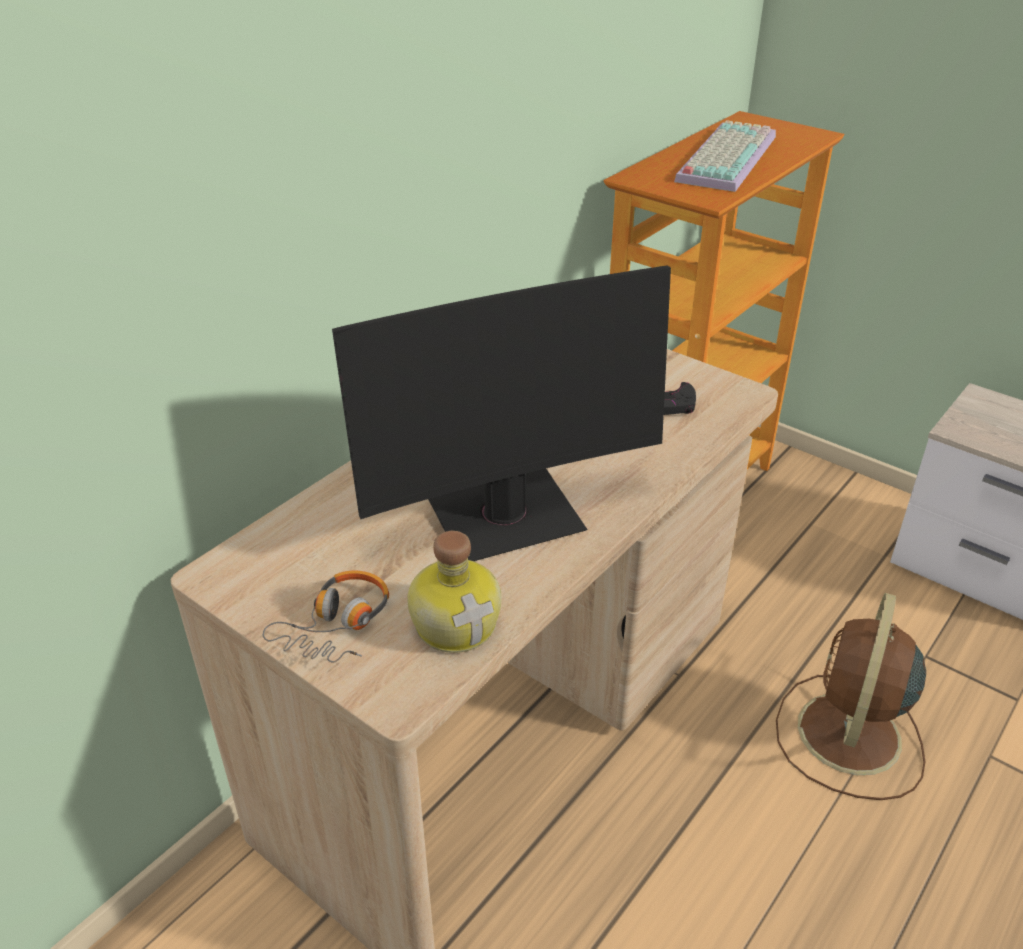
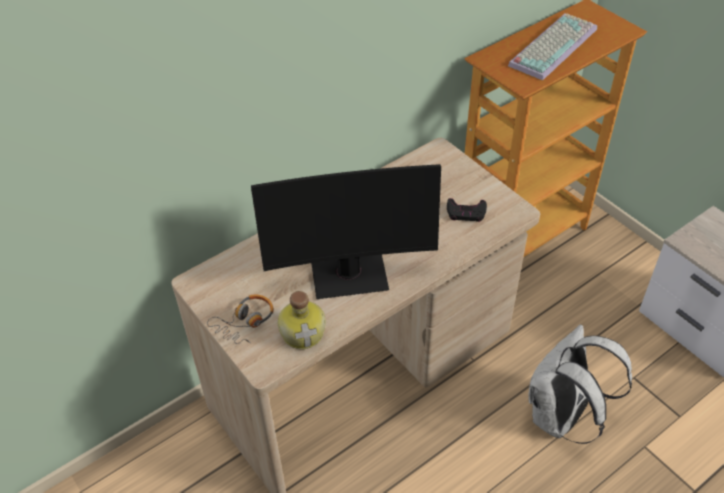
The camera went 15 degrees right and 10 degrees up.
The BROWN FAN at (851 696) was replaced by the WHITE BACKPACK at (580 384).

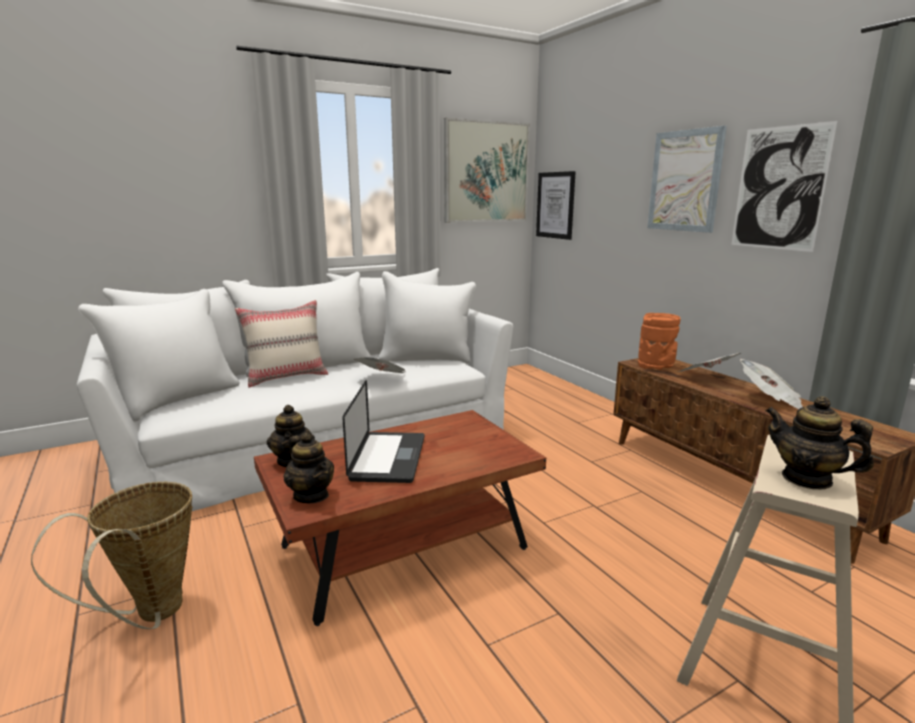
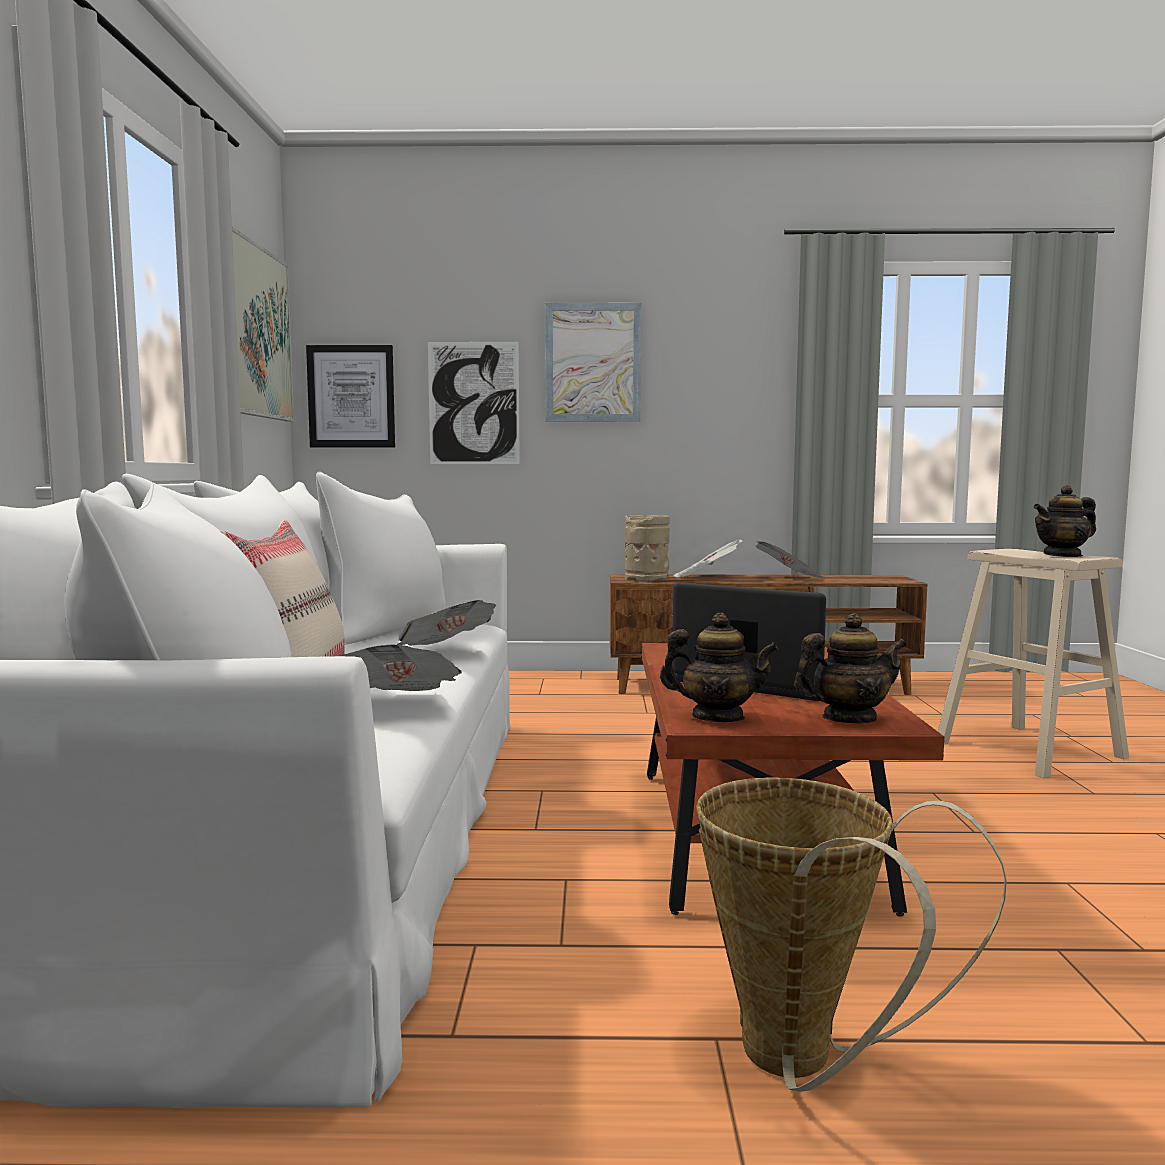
The camera went 60 degrees left and 10 degrees down.
The NEWSPAPER at (401 668) appeared.
The PICTURE moved from (784 186) to (474 403).
The ORANGE VASE at (659 341) became the BEIGE VASE at (647 548).

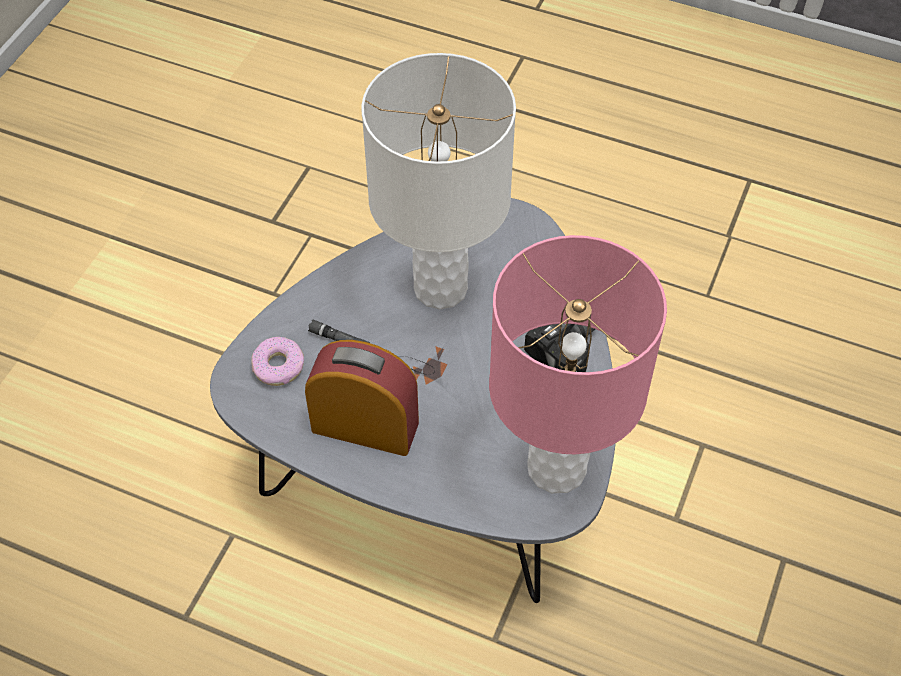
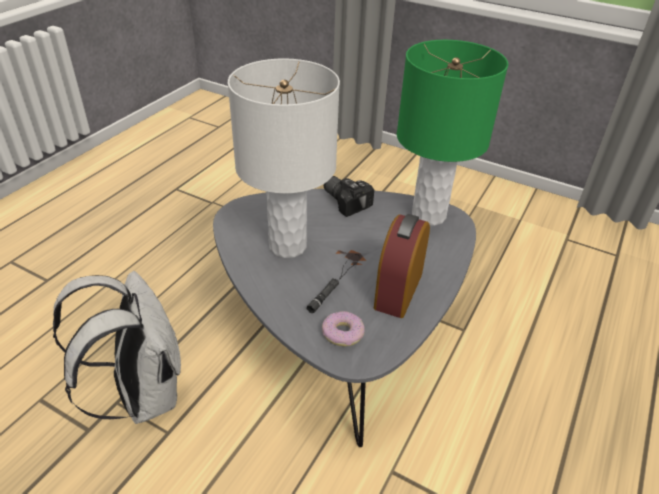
The camera went 85 degrees left and 15 degrees down.
The WHITE BACKPACK at (117 347) appeared.
The PINK TABLE LAMP at (578 364) became the GREEN TABLE LAMP at (452 133).

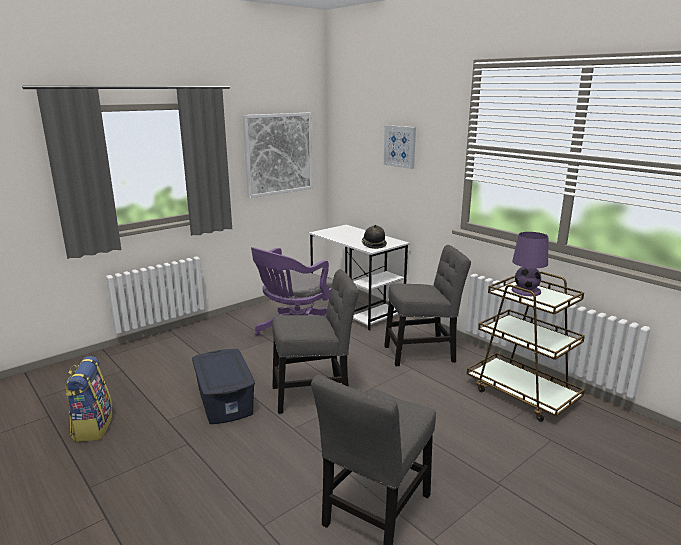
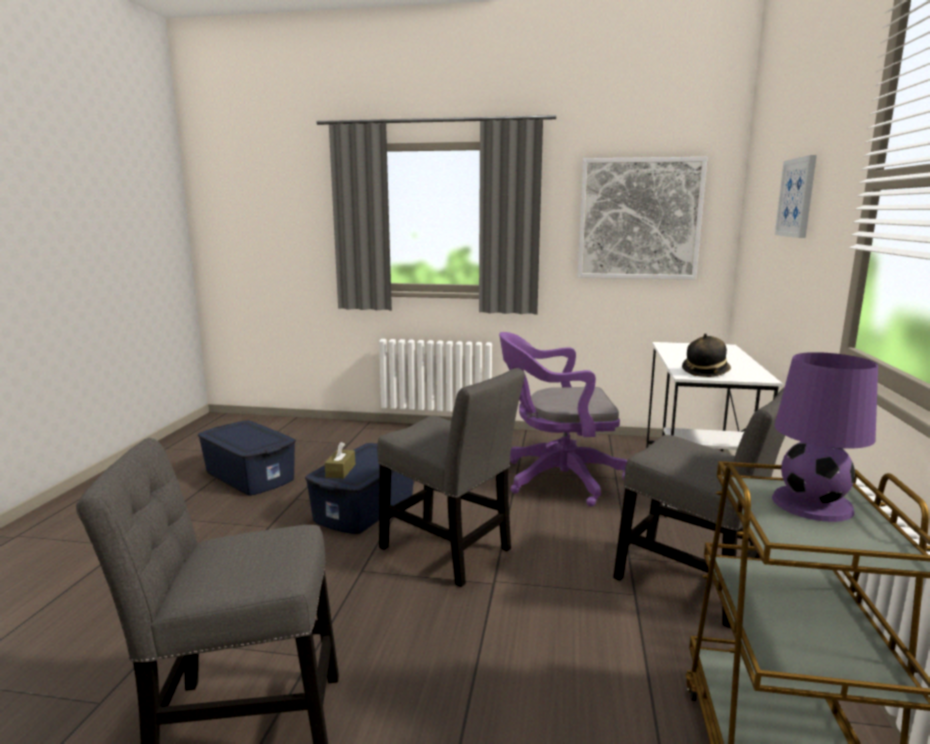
The camera went 50 degrees right and 5 degrees down.
The BACKPACK at (89 399) was replaced by the BLUE STORAGE BOX at (247 458).
The BROWN TISSUE BOX at (340 460) appeared.

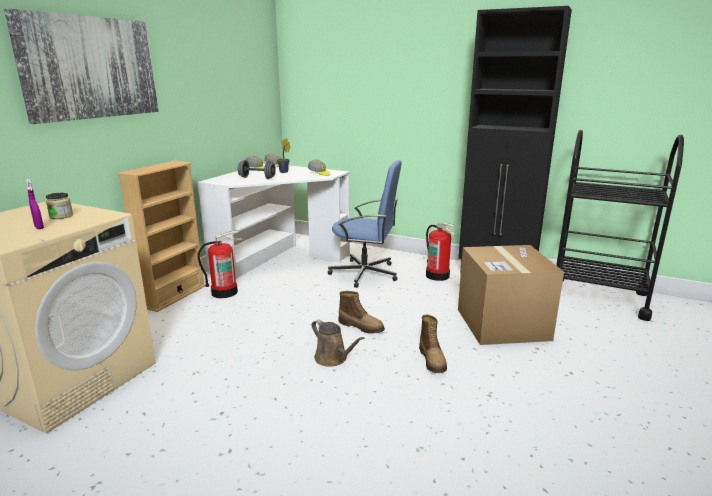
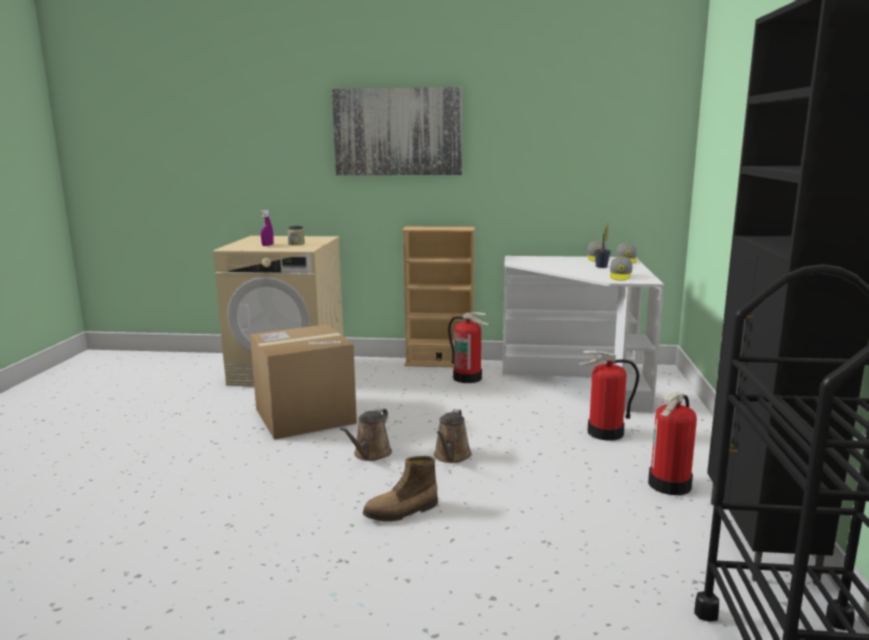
The camera went 70 degrees right and 5 degrees down.
The CARDBOARD BOX moved from (511 295) to (303 382).
The BOOT at (362 312) was replaced by the BROWN WATERING CAN at (453 436).
The BLUE OFFICE CHAIR at (365 224) was replaced by the FIRE EXTINGUISHER at (608 396).
The GREY DUMBBELL at (257 169) disappeared.

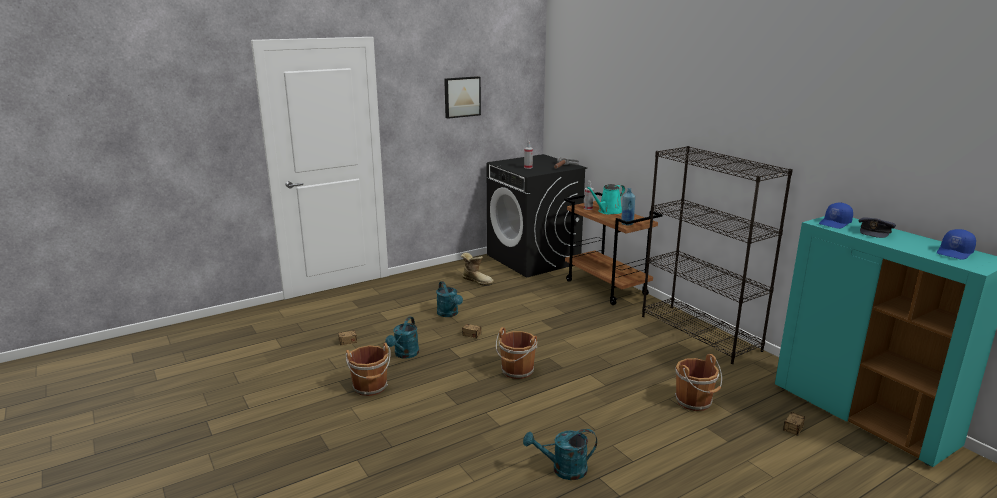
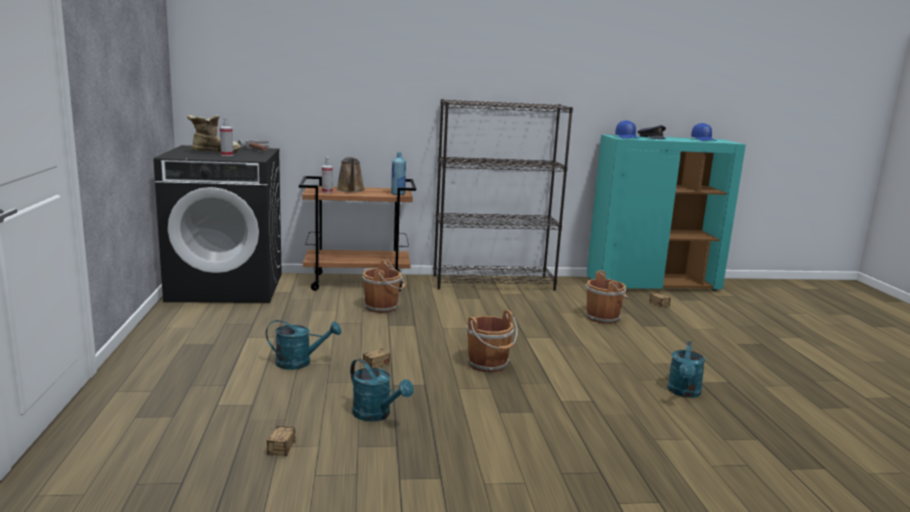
The camera went 65 degrees left and 5 degrees down.
The BOOT moved from (477 269) to (214 133).
The TURQUOISE WATERING CAN at (605 199) became the BROWN WATERING CAN at (350 174).
The BROWN BUCKET moved from (368 369) to (383 286).
The PICTURE at (462 97) disappeared.

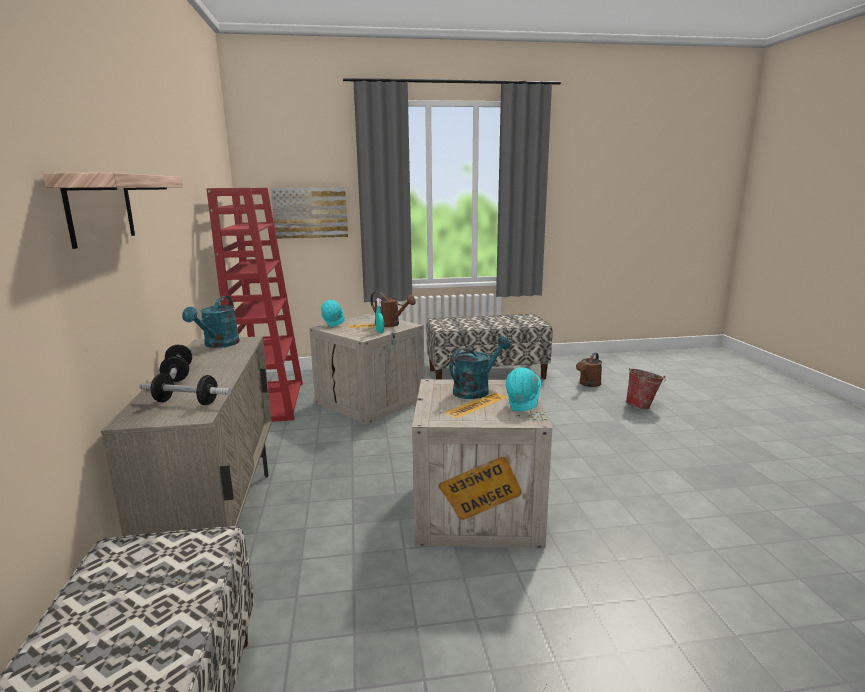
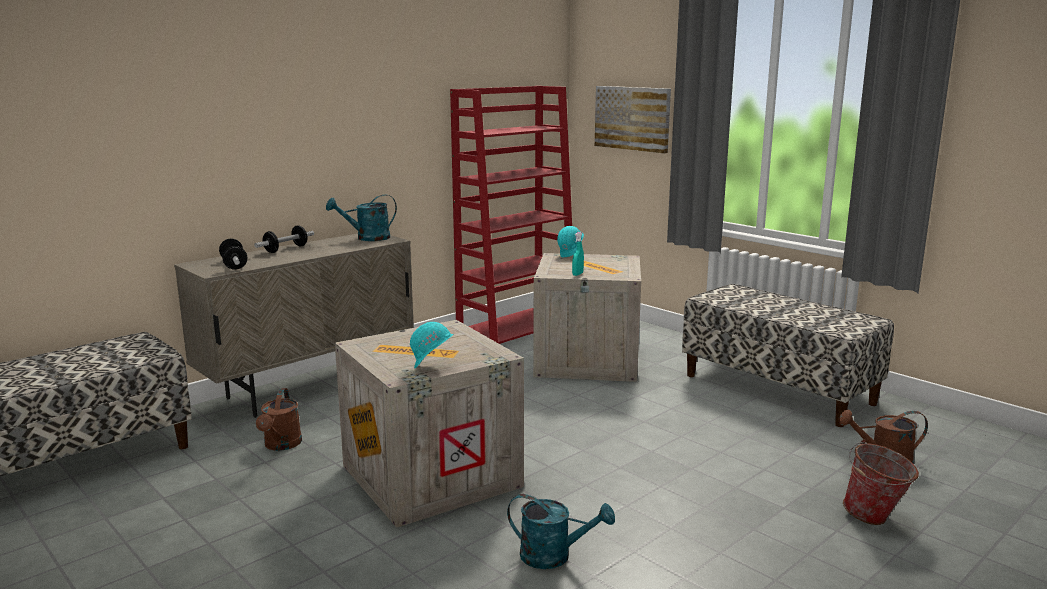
The camera went 55 degrees right and 0 degrees up.
The BROWN WATERING CAN moved from (393 309) to (279 419).
The TURQUOISE WATERING CAN moved from (480 367) to (561 531).
The SHELF at (113 210) disappeared.

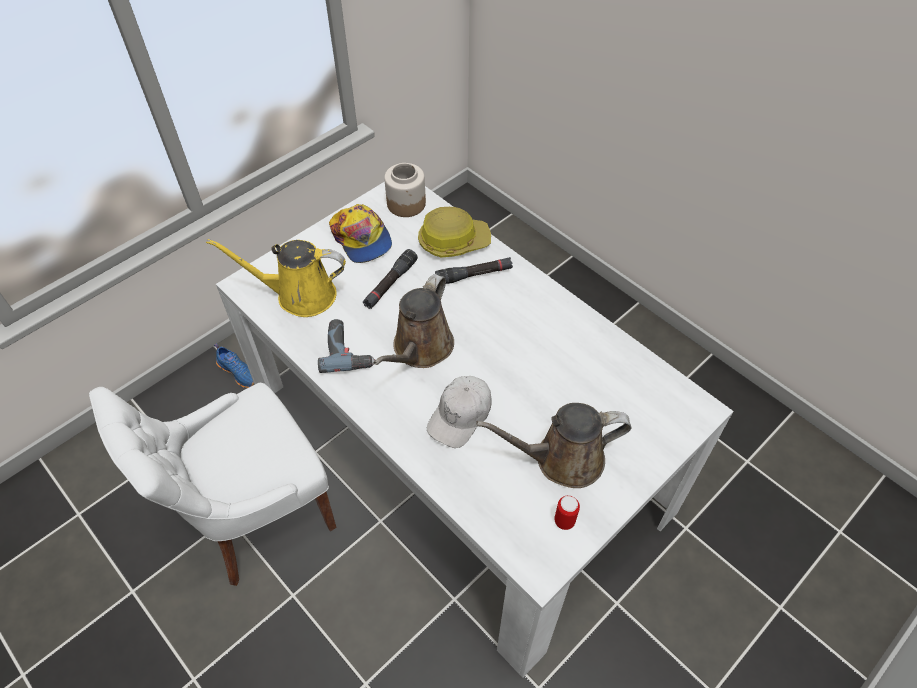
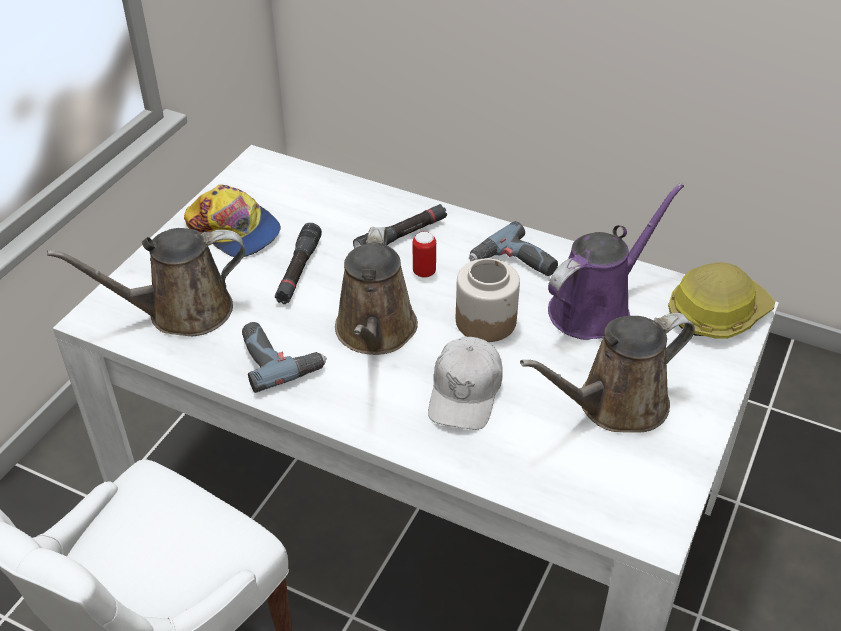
The camera went 20 degrees left and 10 degrees down.
The YELLOW WATERING CAN at (276 278) became the BROWN WATERING CAN at (146 282).
The CAN moved from (567 512) to (424 255).
The JAR moved from (405 190) to (488 300).
The POWER DRILL at (513 248) appeared.
The PURPLE WATERING CAN at (616 261) appeared.
The HARD HAT moved from (454 232) to (721 301).
The BLUE SHOE at (234 366) disappeared.

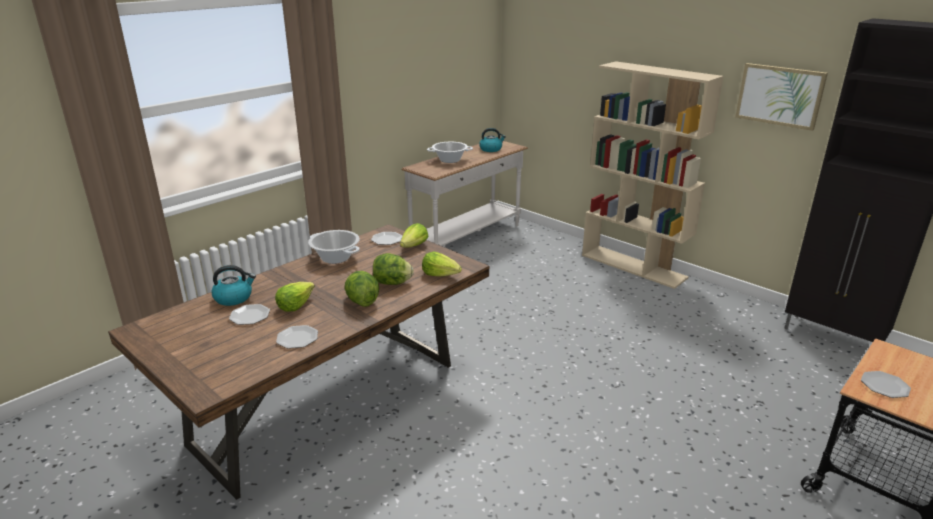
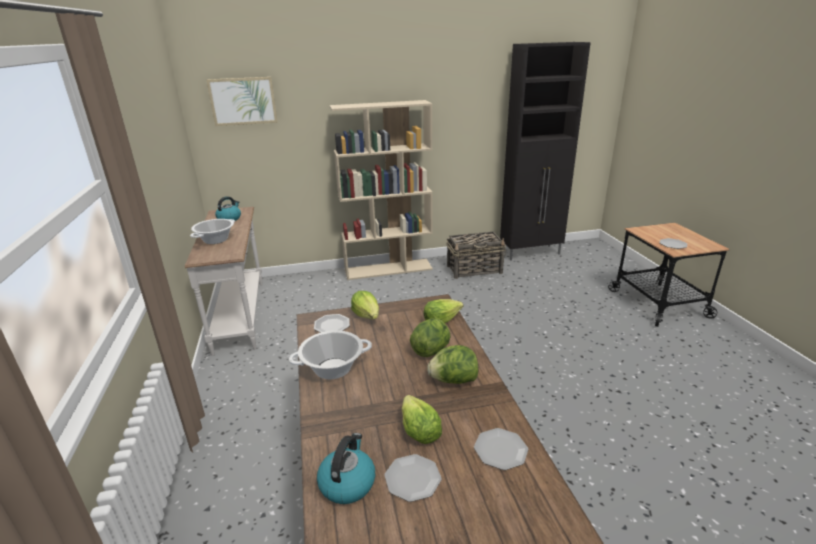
The camera went 55 degrees left and 0 degrees up.
The PICTURE moved from (781 97) to (242 101).
The BASKET at (476 255) appeared.

